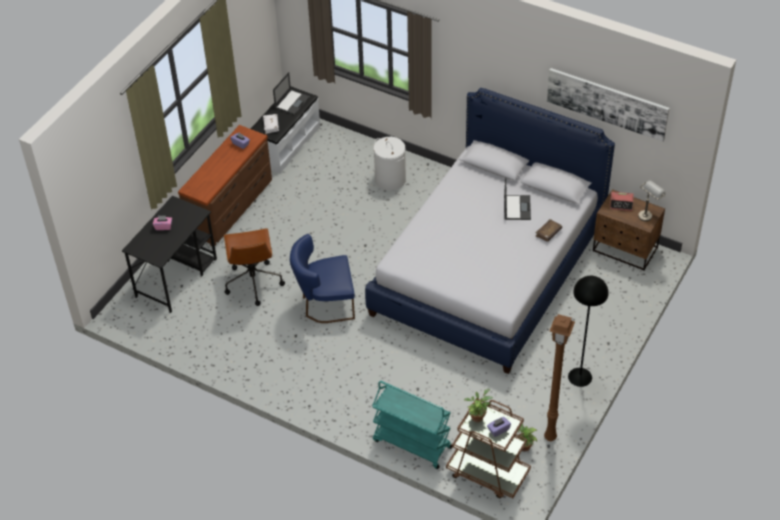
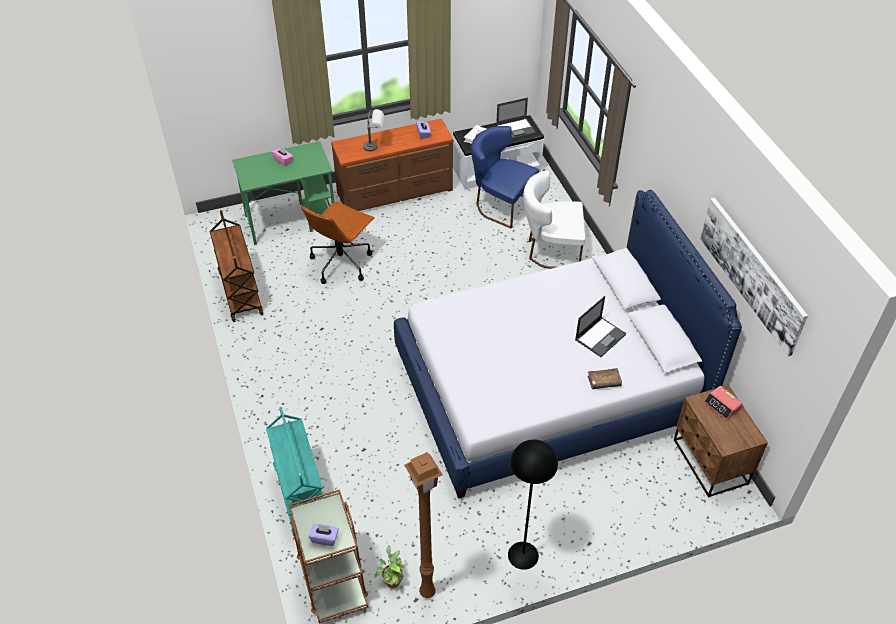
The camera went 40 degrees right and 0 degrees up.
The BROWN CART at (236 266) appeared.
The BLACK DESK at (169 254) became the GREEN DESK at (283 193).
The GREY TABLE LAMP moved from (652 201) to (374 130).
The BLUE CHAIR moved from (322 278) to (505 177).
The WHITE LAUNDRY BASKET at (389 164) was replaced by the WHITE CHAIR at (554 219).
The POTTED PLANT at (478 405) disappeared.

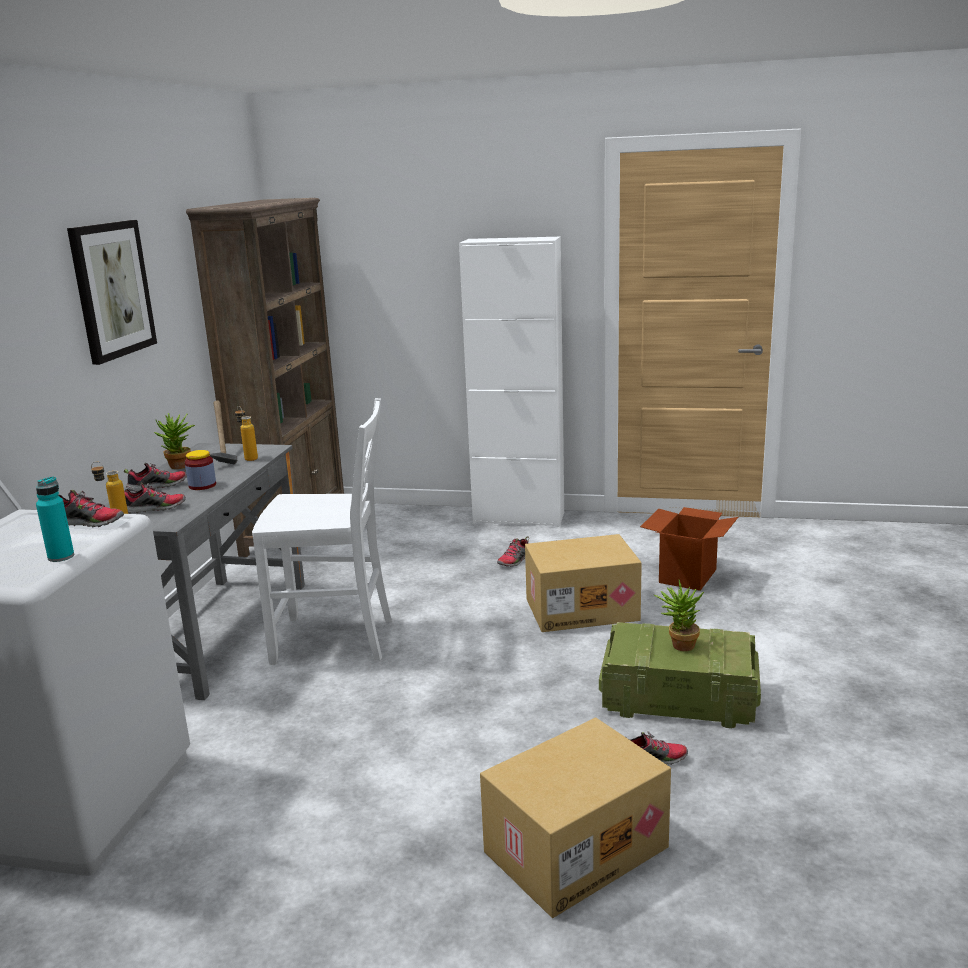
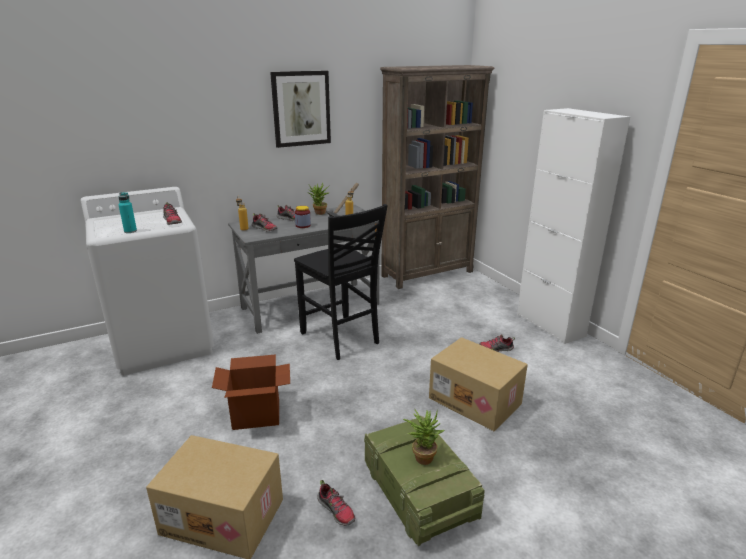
The camera went 50 degrees right and 5 degrees up.
The CARDBOARD BOX moved from (689 549) to (251 392).
The WHITE CHAIR at (322 531) became the BLACK CHAIR at (341 282).

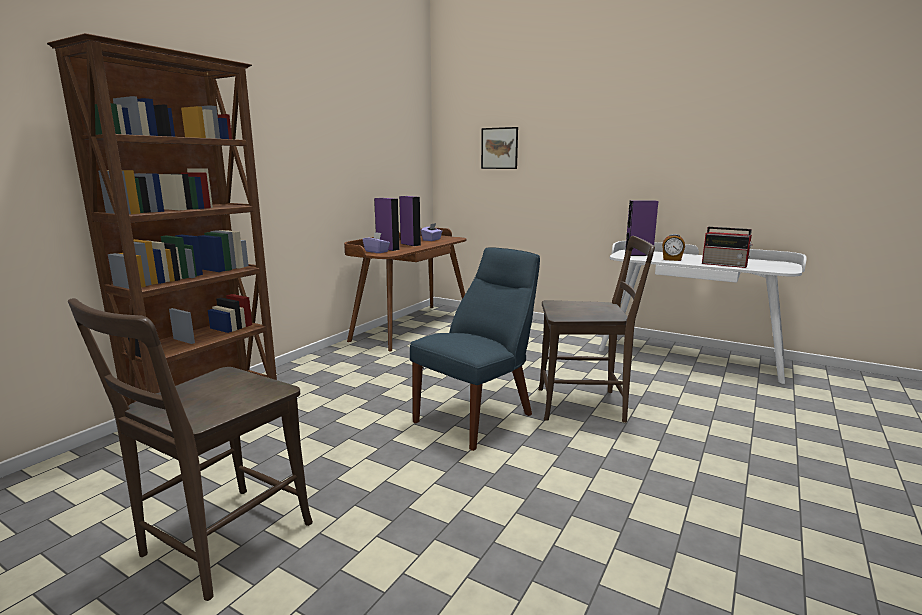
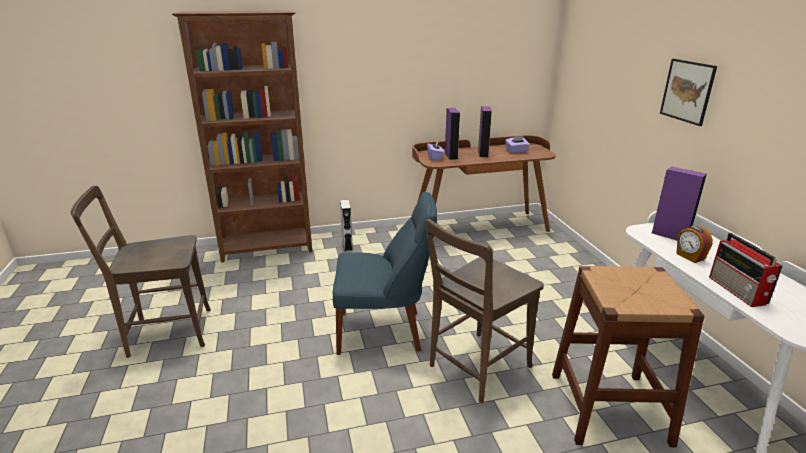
The camera went 45 degrees right and 10 degrees up.
The GREY SPEAKER at (346 225) appeared.
The BROWN CHAIR at (596 329) turned 90 degrees clockwise.
The BROWN STOOL at (628 356) appeared.
The PICTURE moved from (499 148) to (688 92).

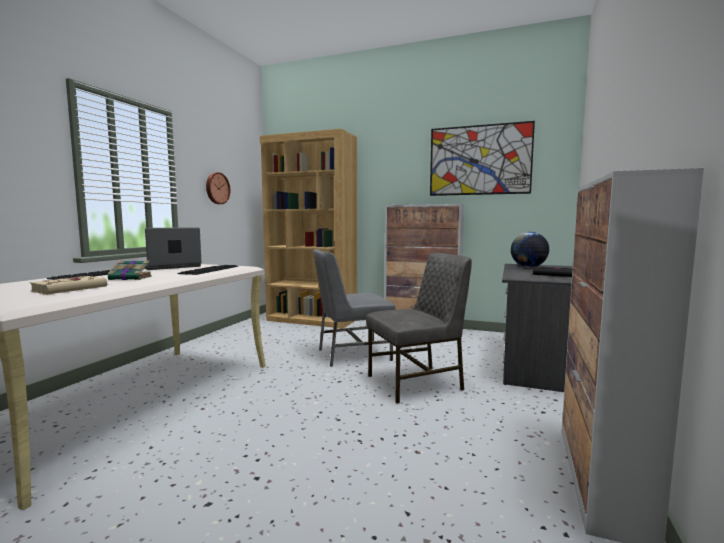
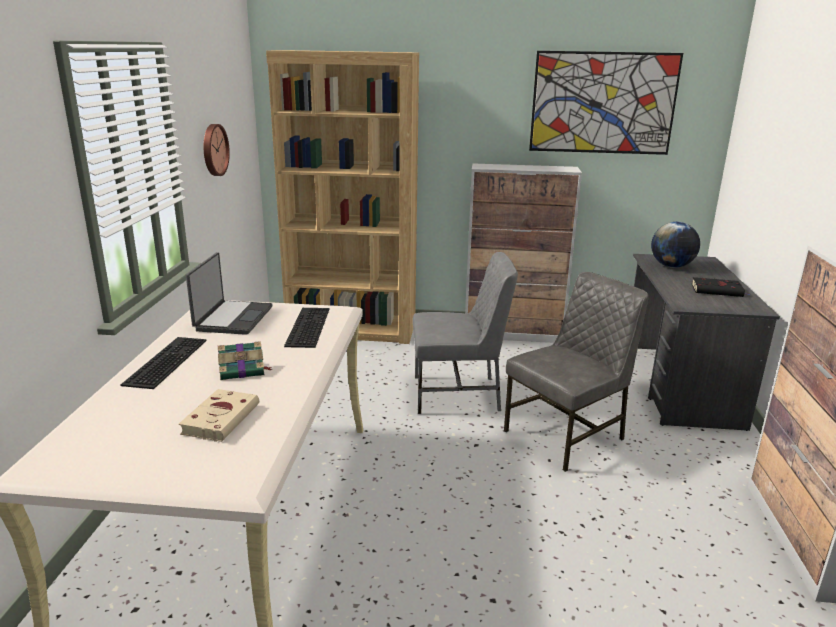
The camera went 15 degrees left and 15 degrees up.
The LAPTOP at (172 248) turned 150 degrees clockwise.
The GREY CHAIR at (354 308) turned 150 degrees counterclockwise.

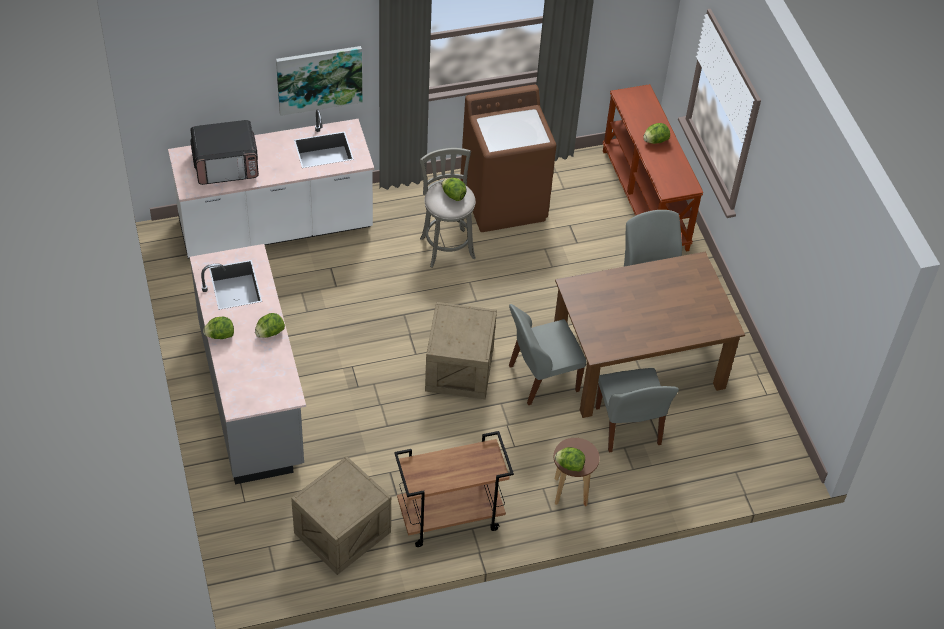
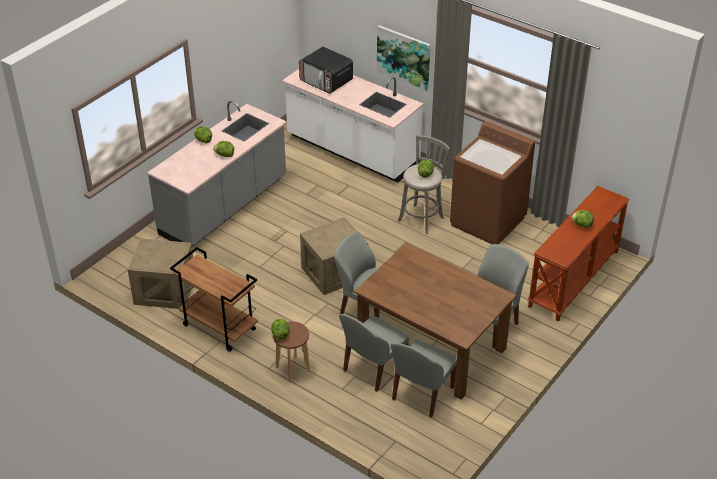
The camera went 55 degrees right and 10 degrees down.
The GREY CHAIR at (423 379) appeared.

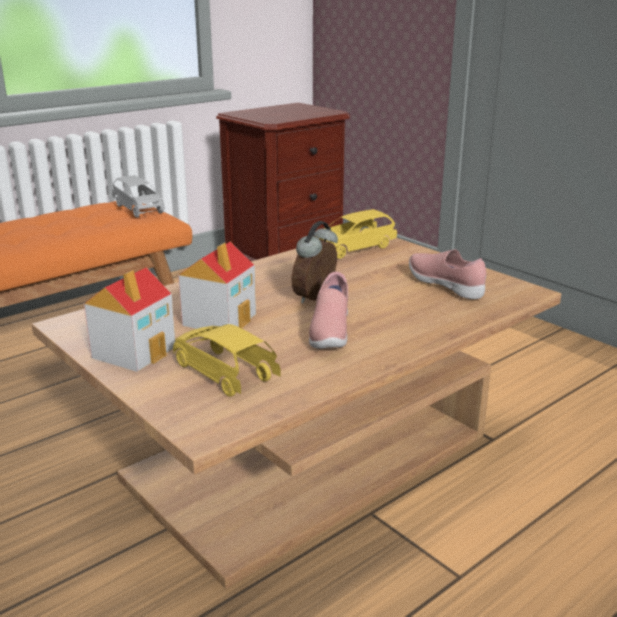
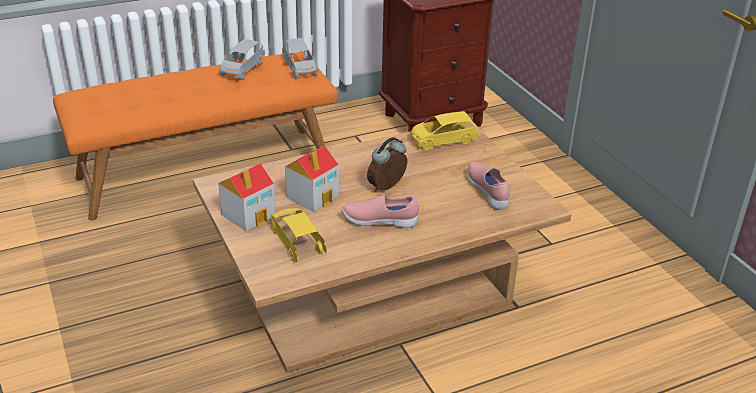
The camera went 15 degrees right and 10 degrees up.
The GREY TOY CAR at (242 59) appeared.
The PINK SHOE at (328 310) turned 75 degrees clockwise.

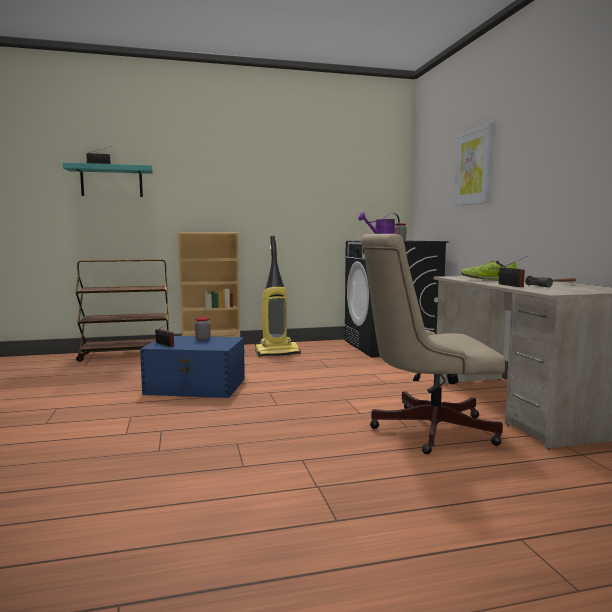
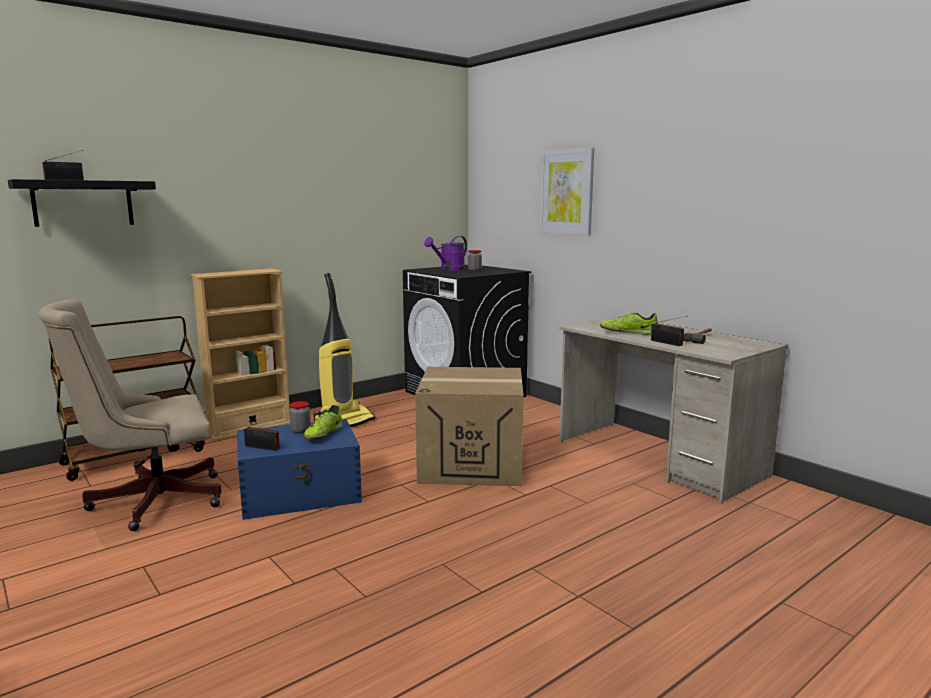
The camera went 25 degrees left and 5 degrees up.
The TURQUOISE SHELF at (108 179) became the BLACK SHELF at (82 203).
The BEIGE OFFICE CHAIR moved from (432 344) to (130 415).
The SHOE at (323 422) appeared.
The CARDBOARD BOX at (469 426) appeared.

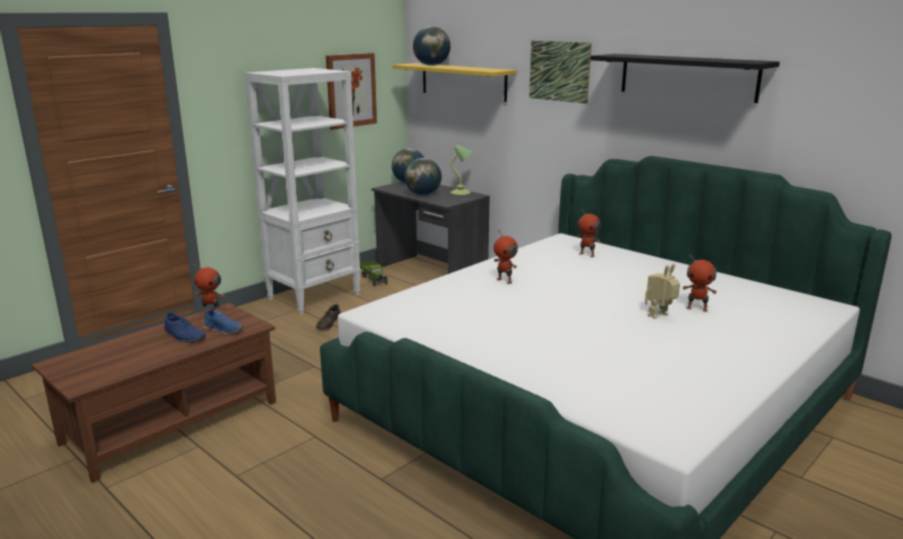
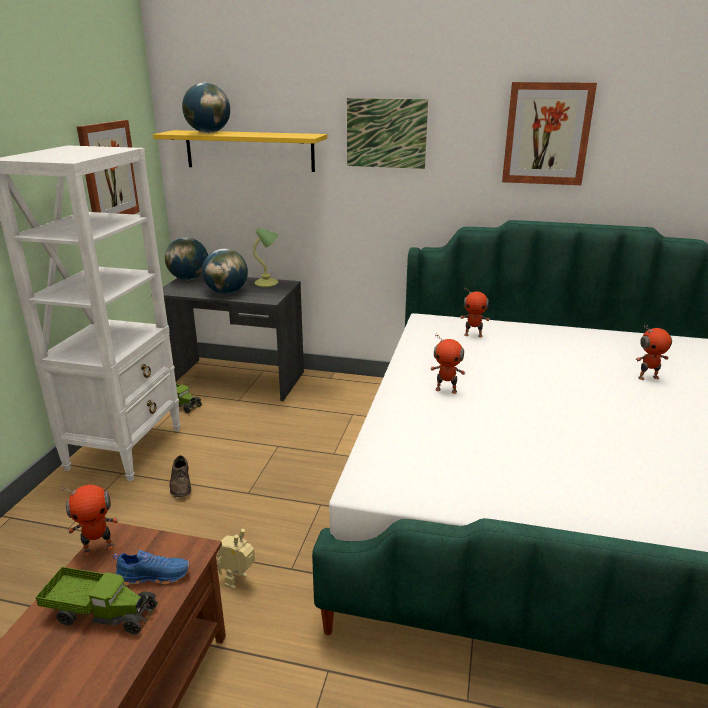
The camera went 30 degrees left and 5 degrees up.
The BLUE SHOE at (185 328) was replaced by the TOY TRUCK at (96 600).
The TOY ROBOT moved from (662 291) to (236 559).
The BLACK SHELF at (685 78) was replaced by the PICTURE at (549 133).

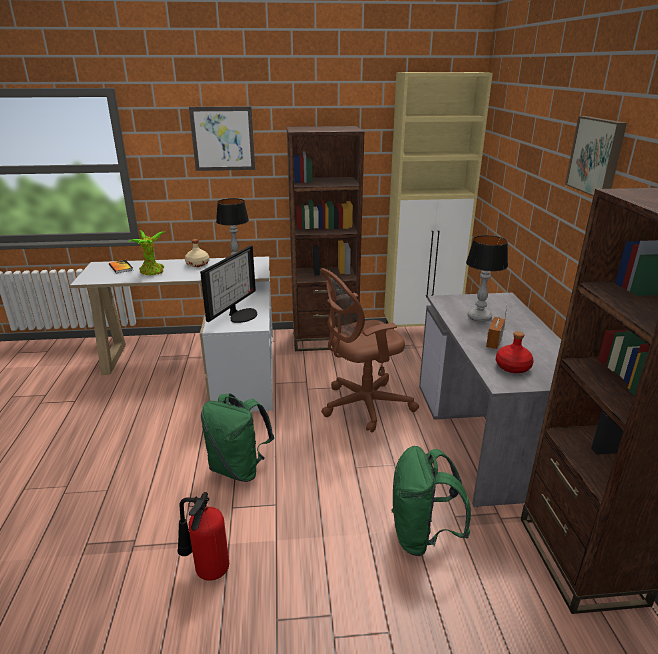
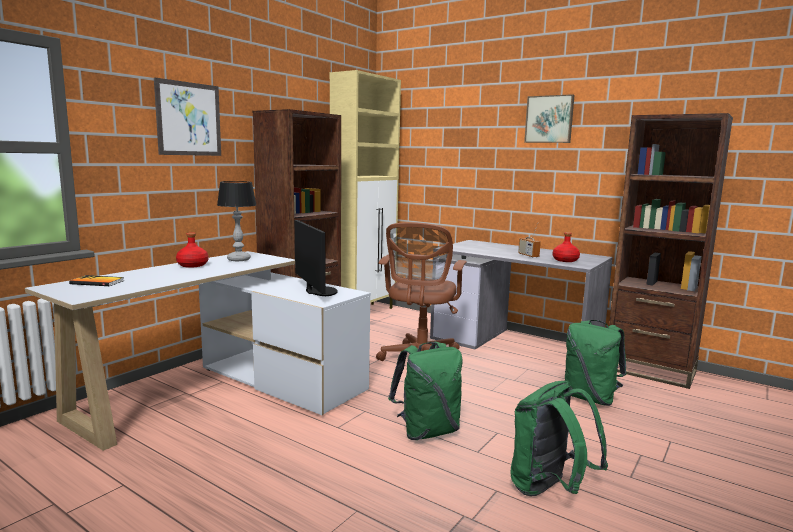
The camera went 50 degrees left and 15 degrees down.
The BEIGE BOTTLE at (197 253) became the RED BOTTLE at (192 250).
The FIRE EXTINGUISHER at (203 536) was replaced by the GREEN BACKPACK at (559 438).
The POTTED PLANT at (146 252) disappeared.
The TABLE LAMP at (487 278) disappeared.

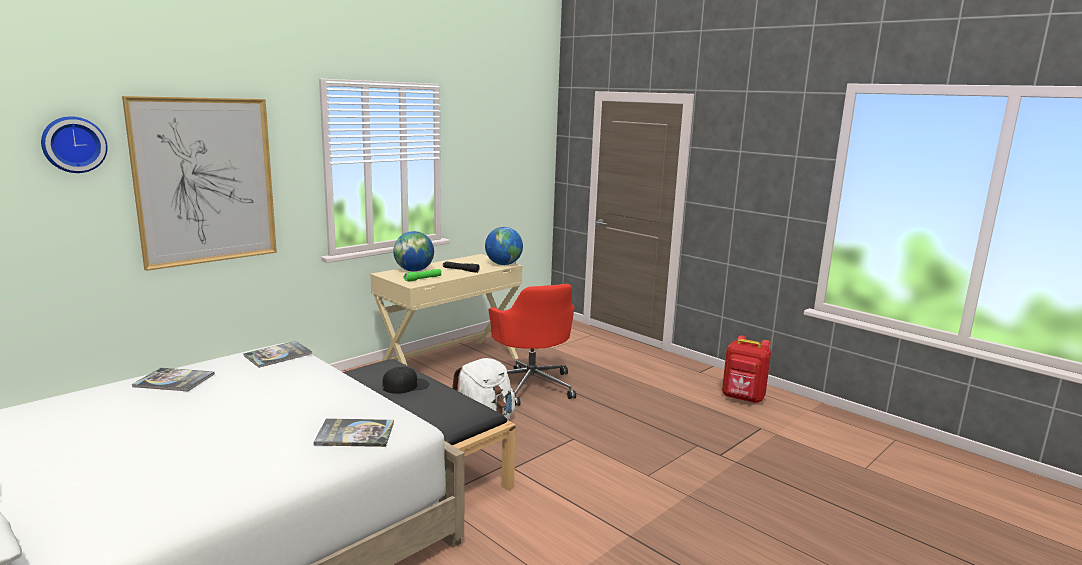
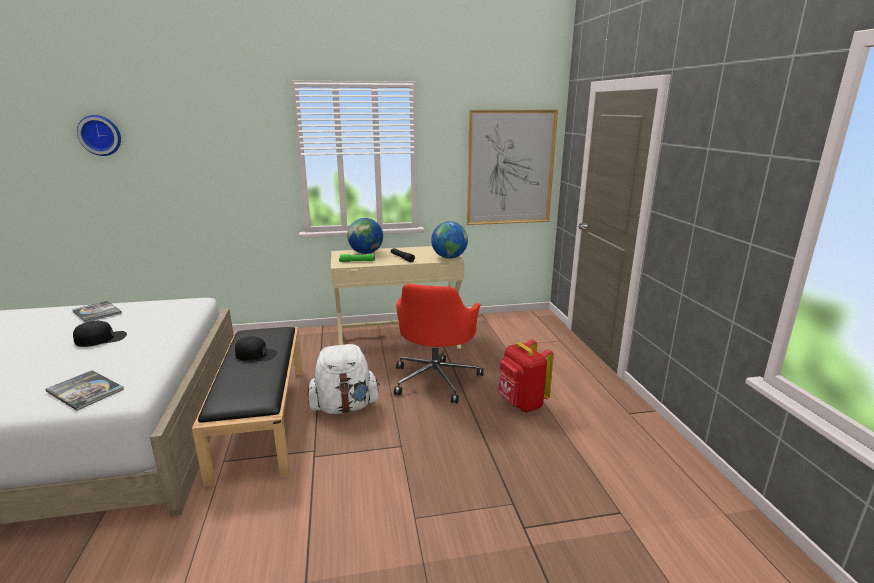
The camera went 35 degrees right and 5 degrees up.
The BLACK CAP at (100 334) appeared.
The PICTURE moved from (199 183) to (512 167).
The RED BACKPACK moved from (746 369) to (525 375).
The BOOK at (277 354) disappeared.

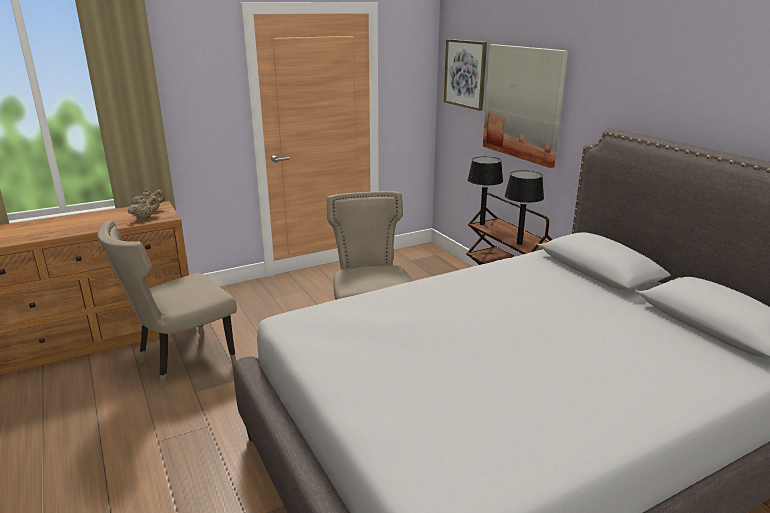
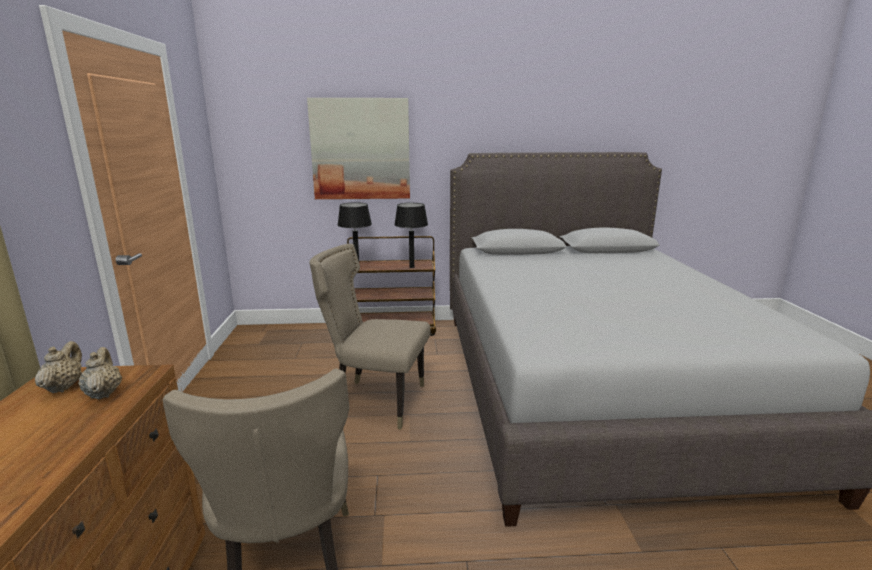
The camera went 65 degrees left and 5 degrees down.
The PICTURE at (465 75) disappeared.

